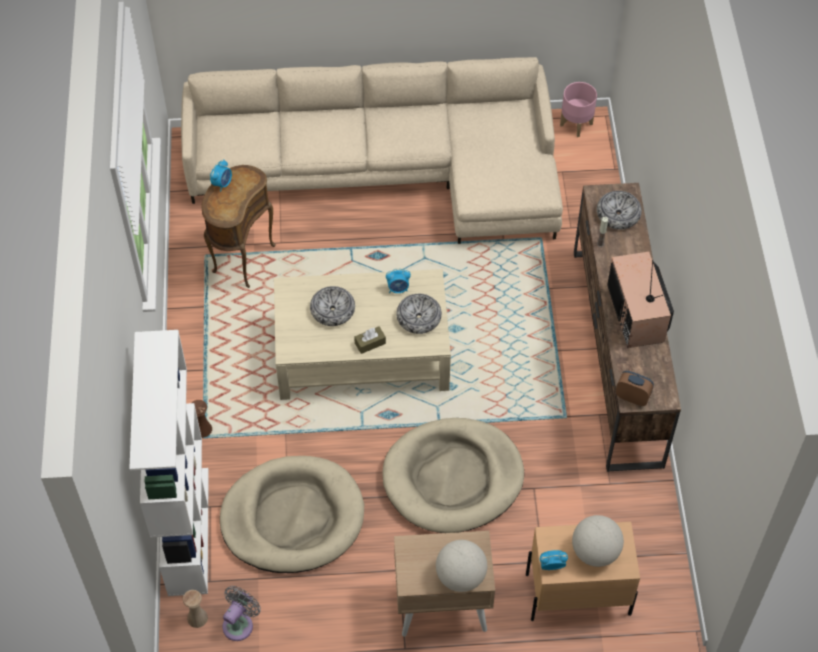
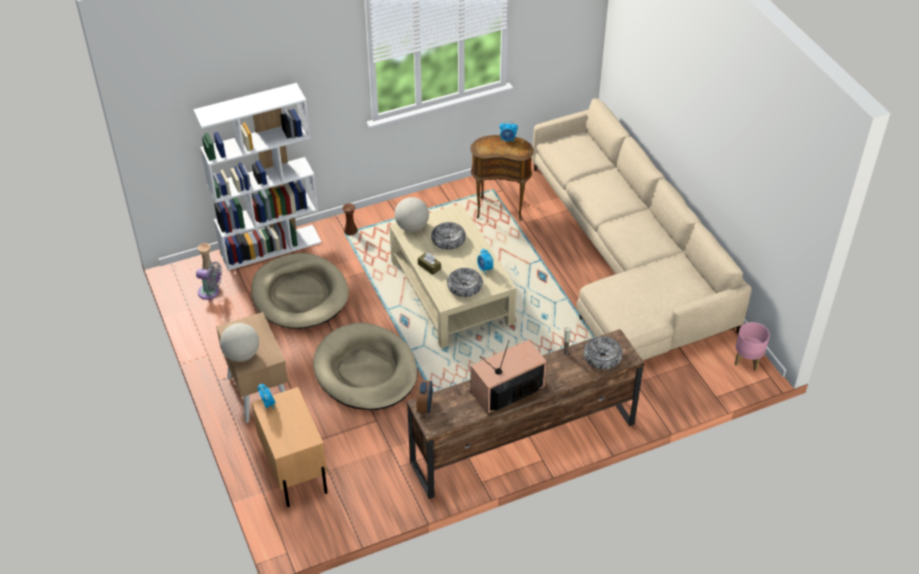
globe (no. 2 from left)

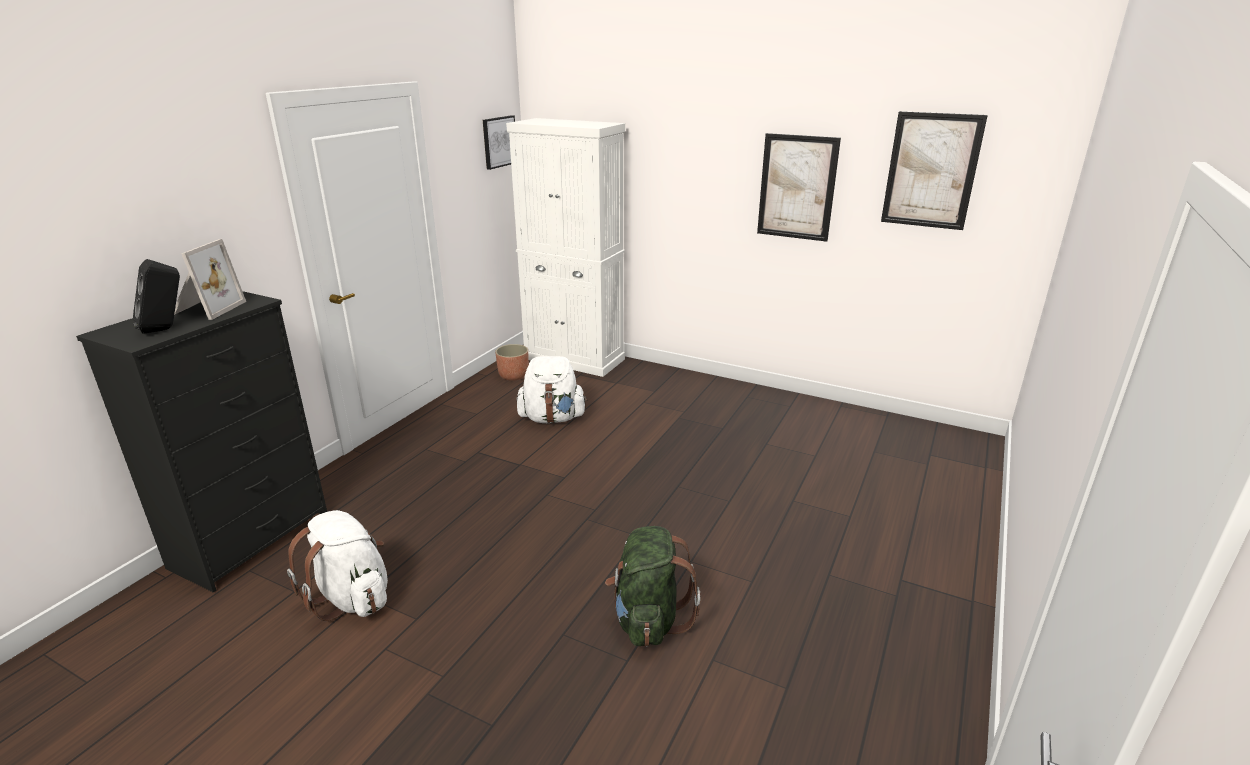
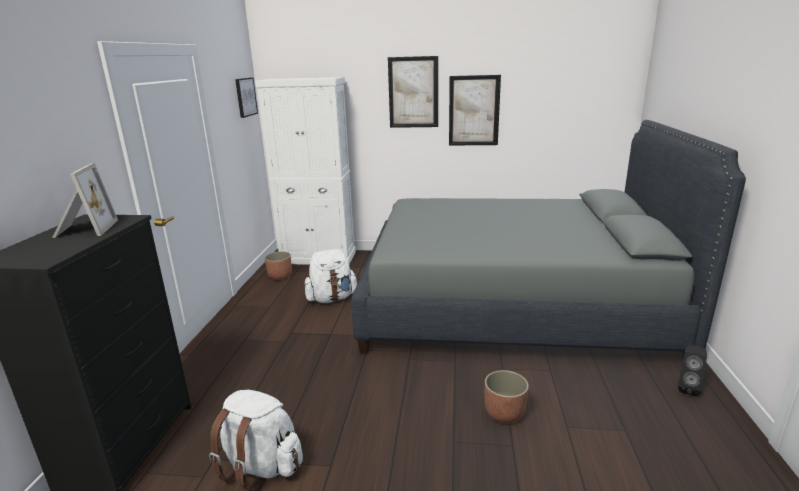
picture (no. 2 from left)
black speaker
planter (no. 2 from left)
grey bed

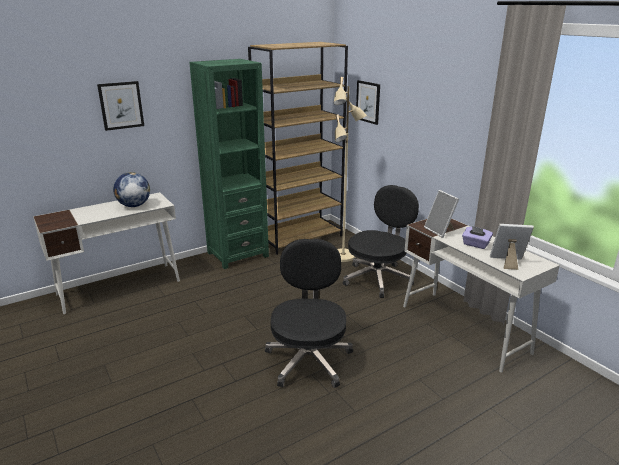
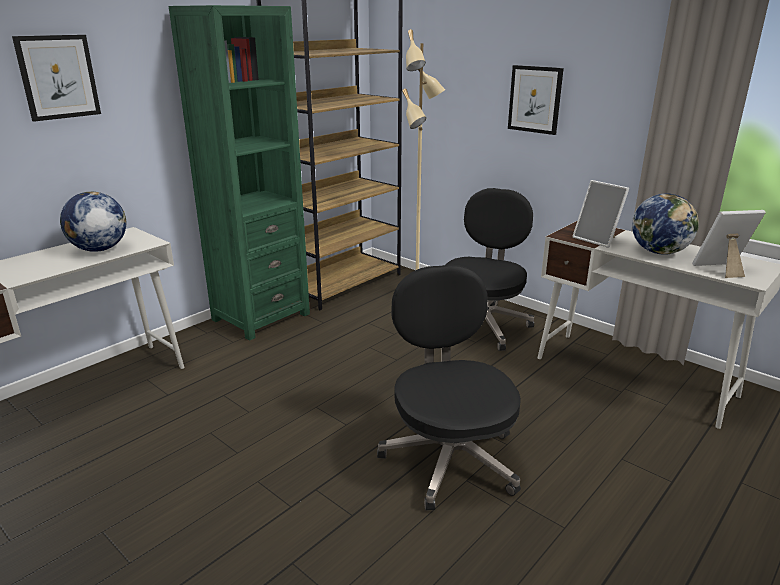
picture (no. 2 from left)
globe (no. 2 from left)

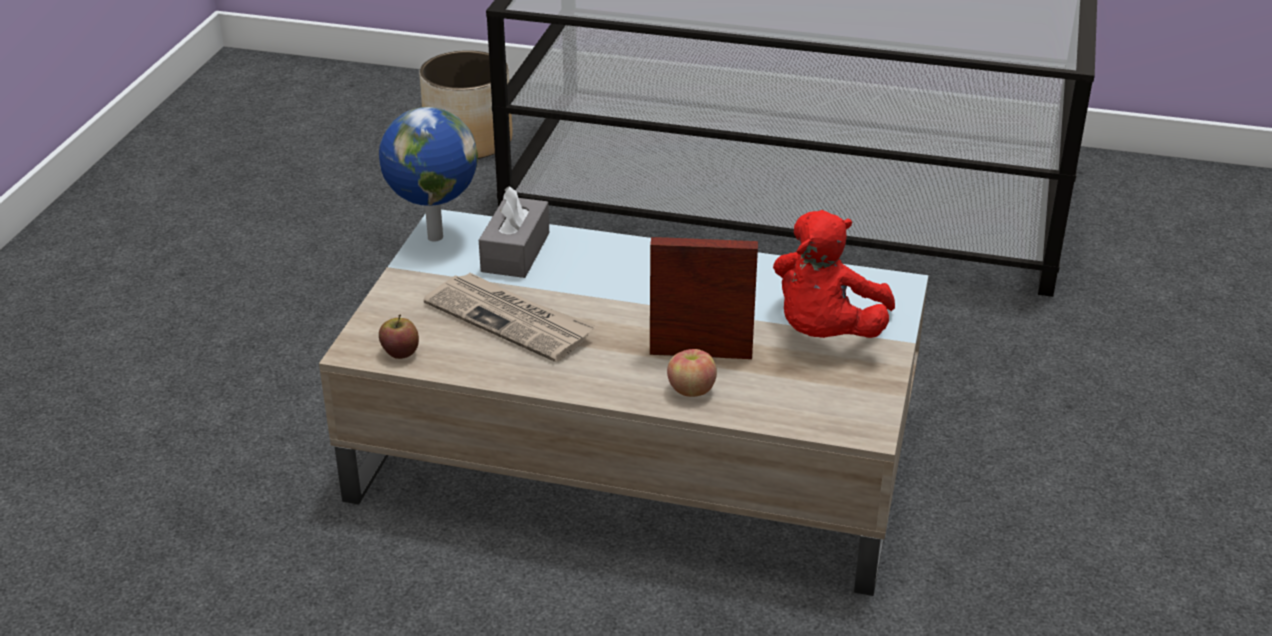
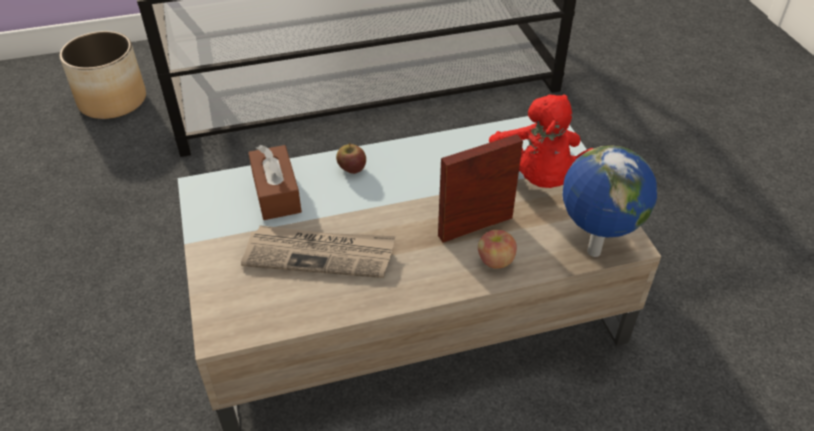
globe
brown tissue box
apple (no. 1 from left)

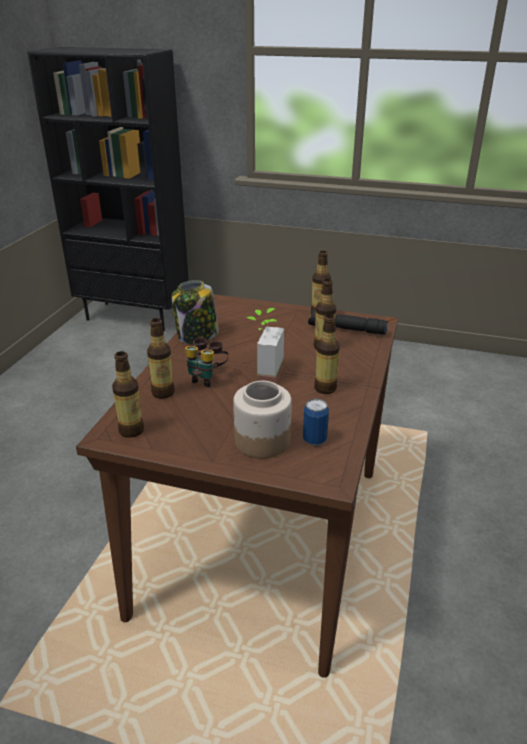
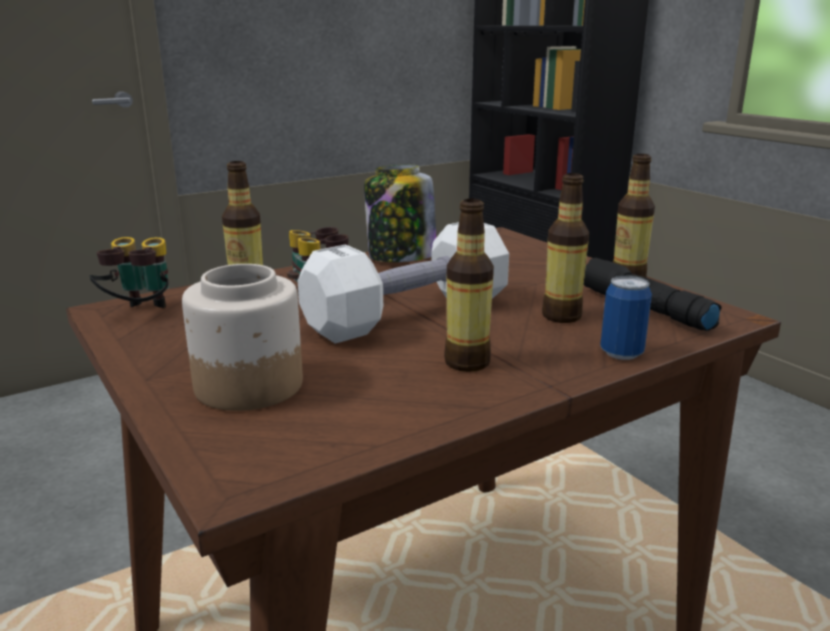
white dumbbell
binoculars (no. 1 from left)
can

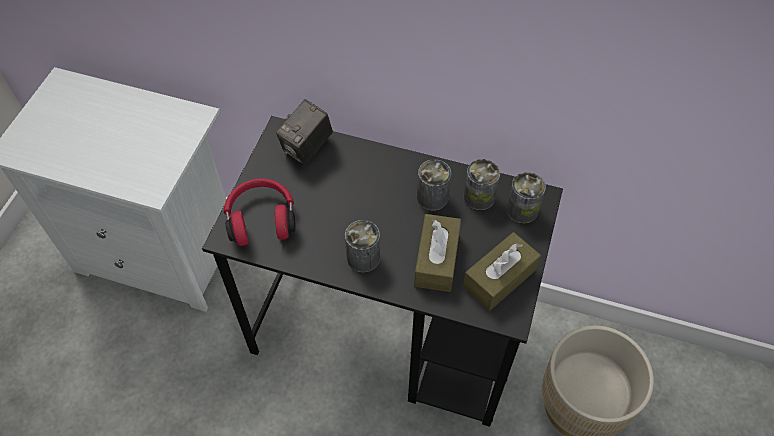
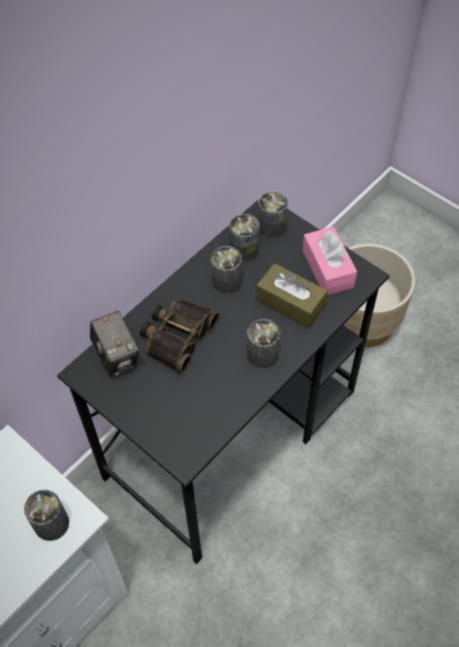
red headphones
pink tissue box
binoculars
can (no. 1 from left)

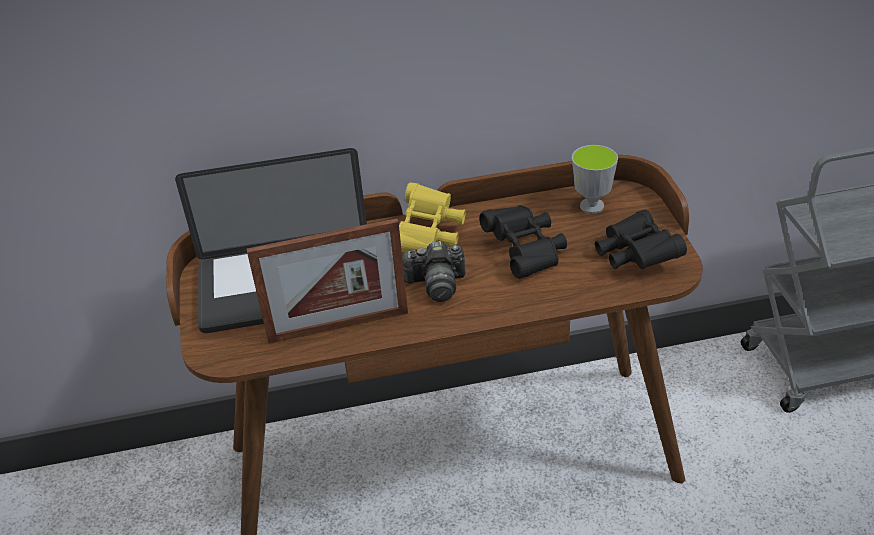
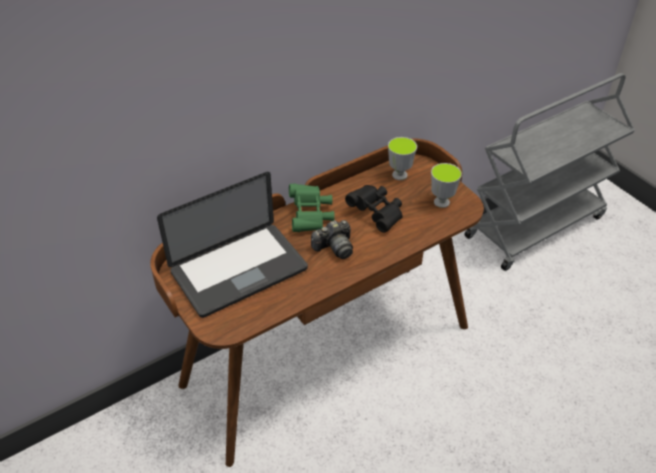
green binoculars
cup (no. 2 from left)
picture frame

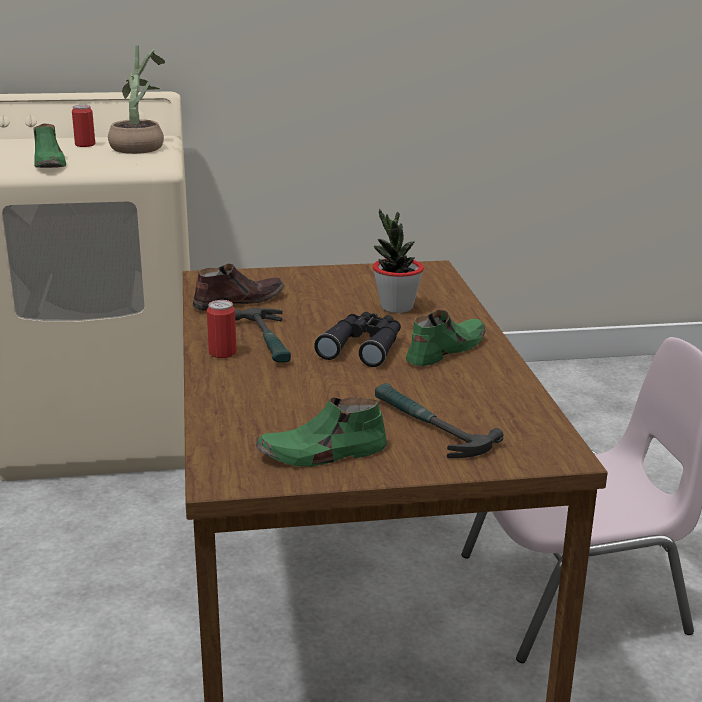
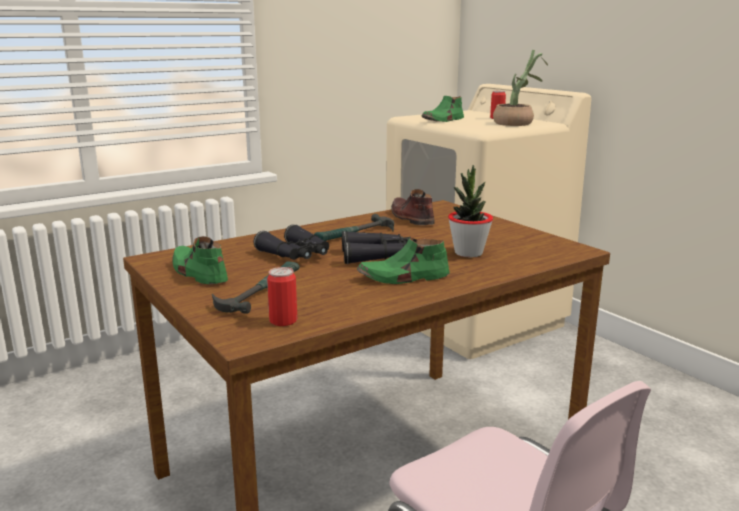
brown shoe
can (no. 1 from left)
green shoe (no. 2 from left)
black binoculars (no. 1 from left)

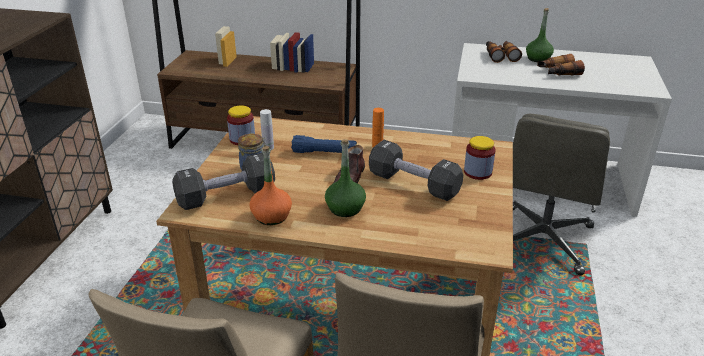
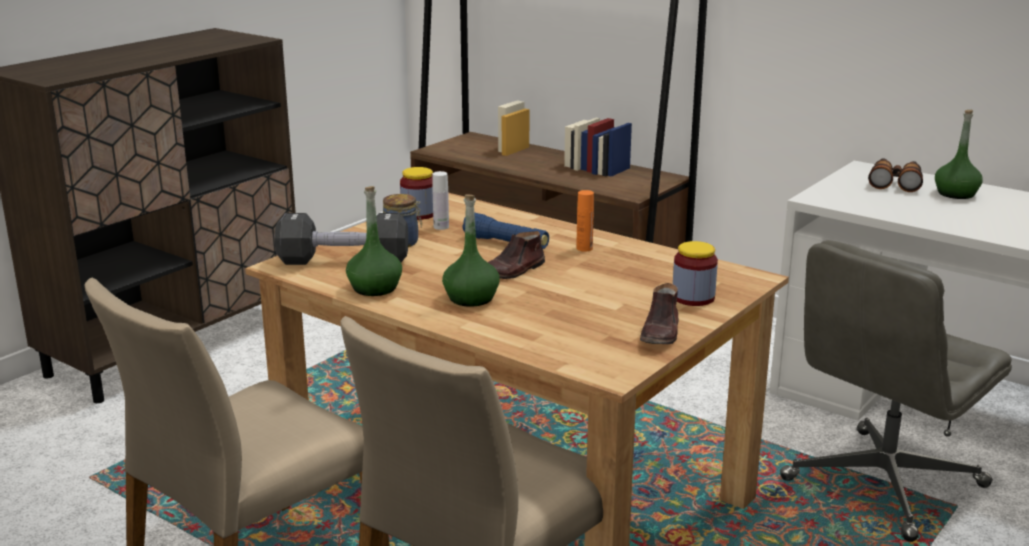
binoculars (no. 2 from left in the first image)
black dumbbell (no. 2 from left in the first image)
green bottle (no. 1 from left)
brown shoe (no. 2 from left)

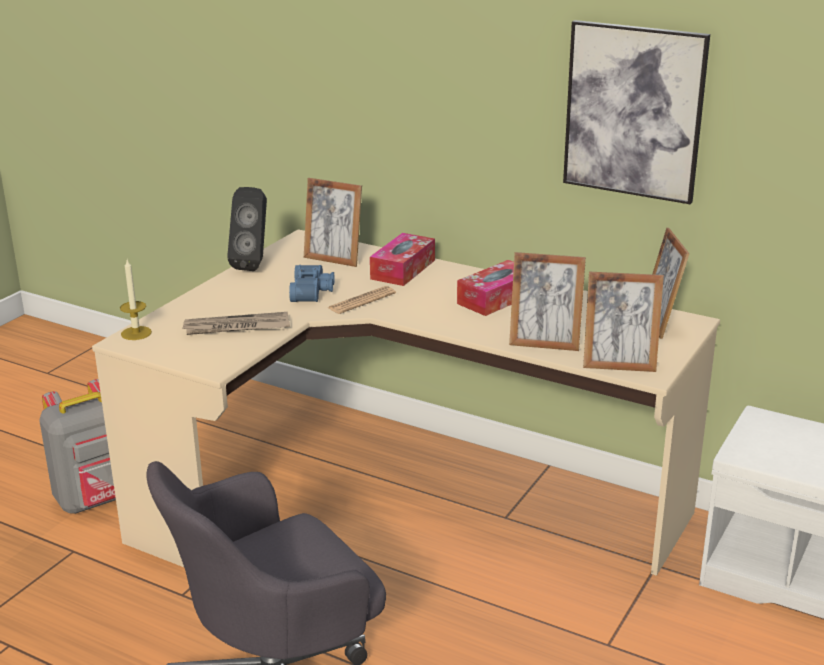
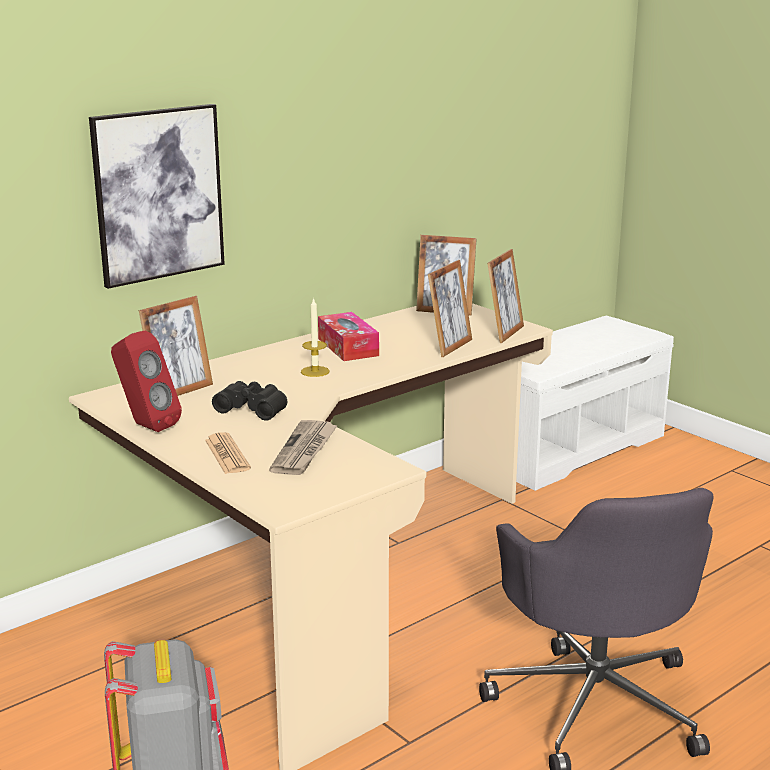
picture
red speaker
tissue box (no. 1 from left in the first image)
candle
black binoculars
newspaper (no. 1 from left)

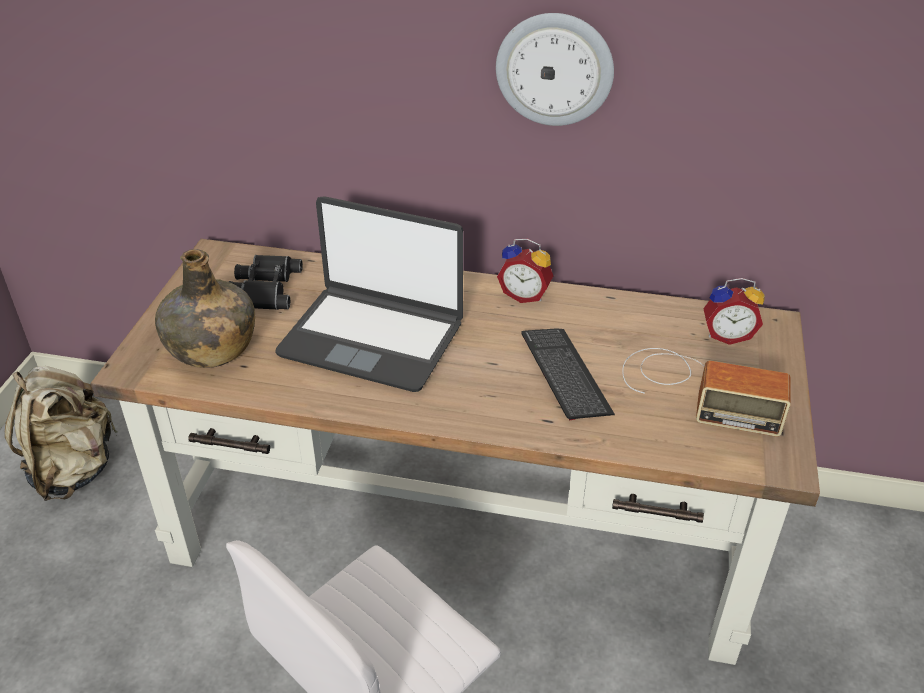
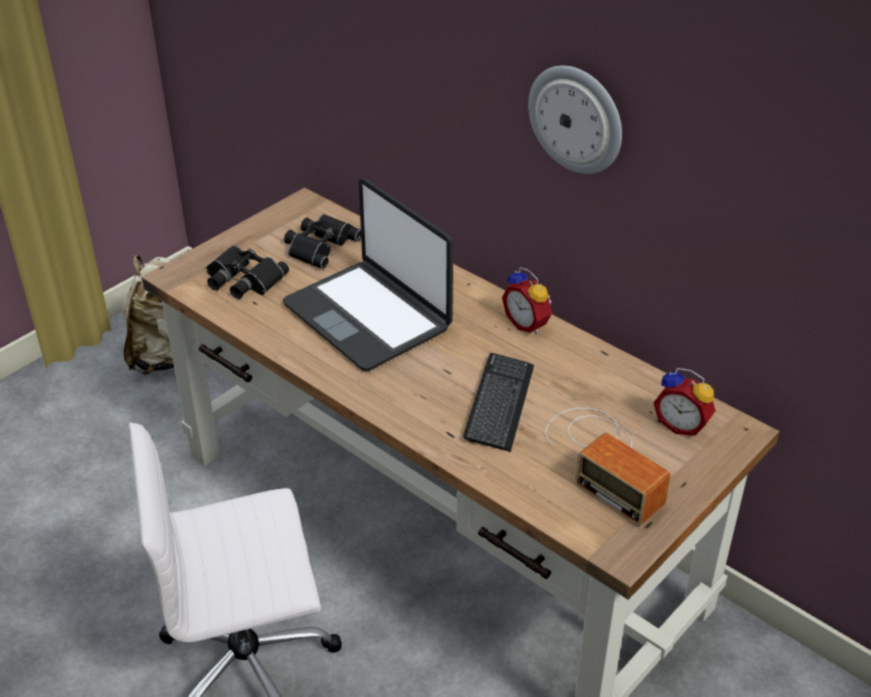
black binoculars (no. 1 from left)

